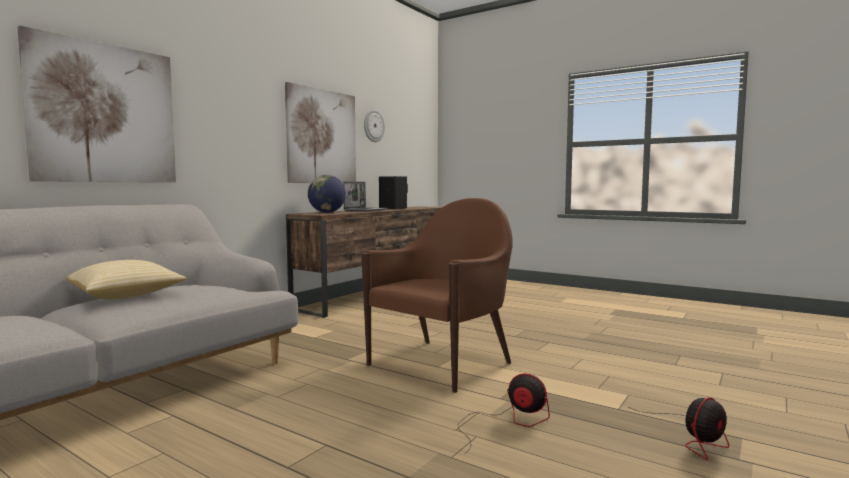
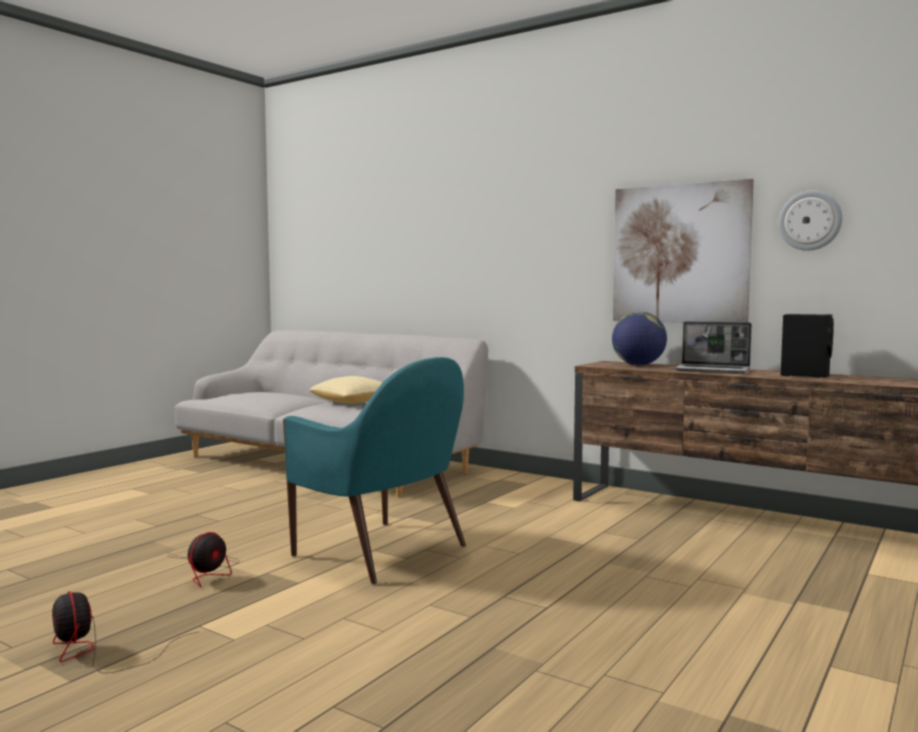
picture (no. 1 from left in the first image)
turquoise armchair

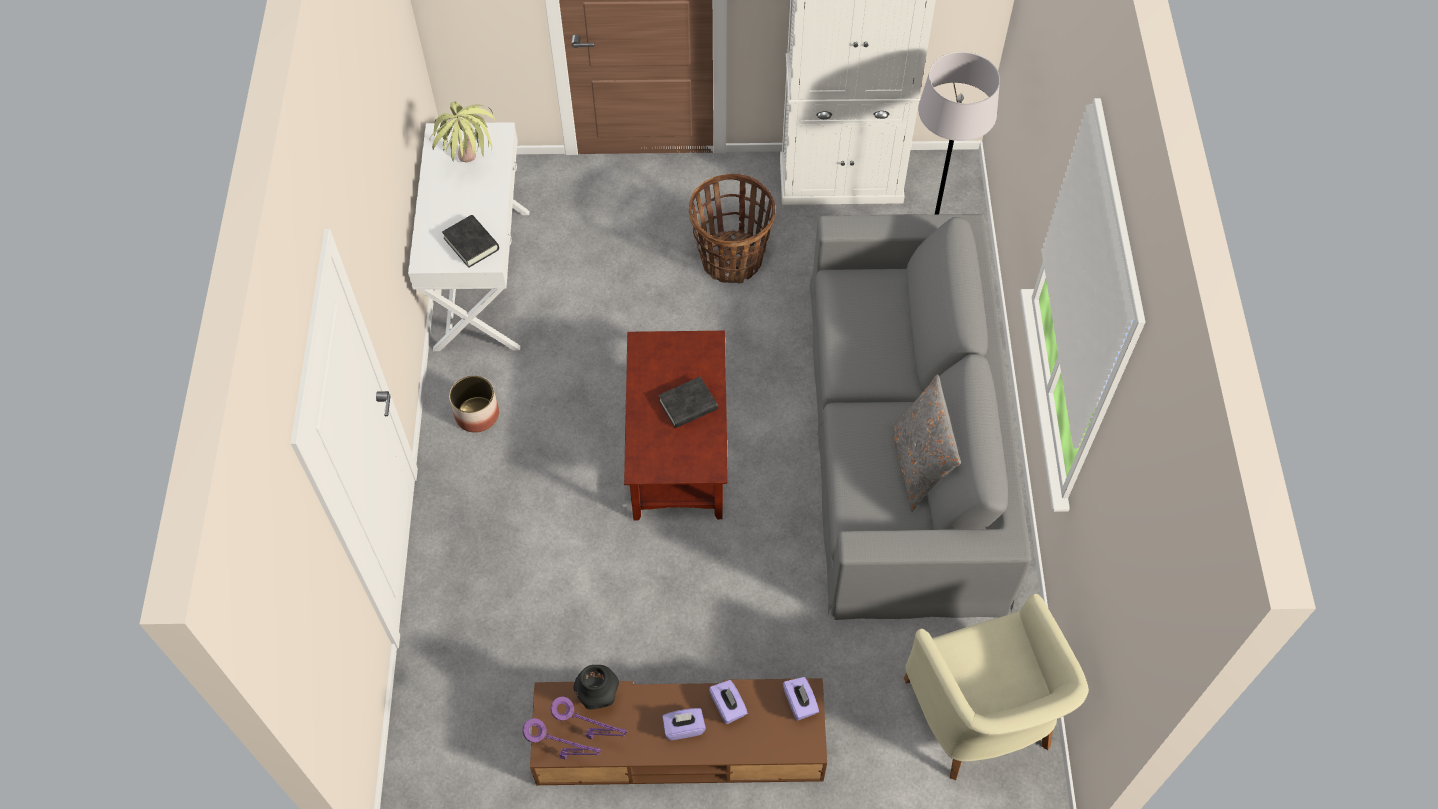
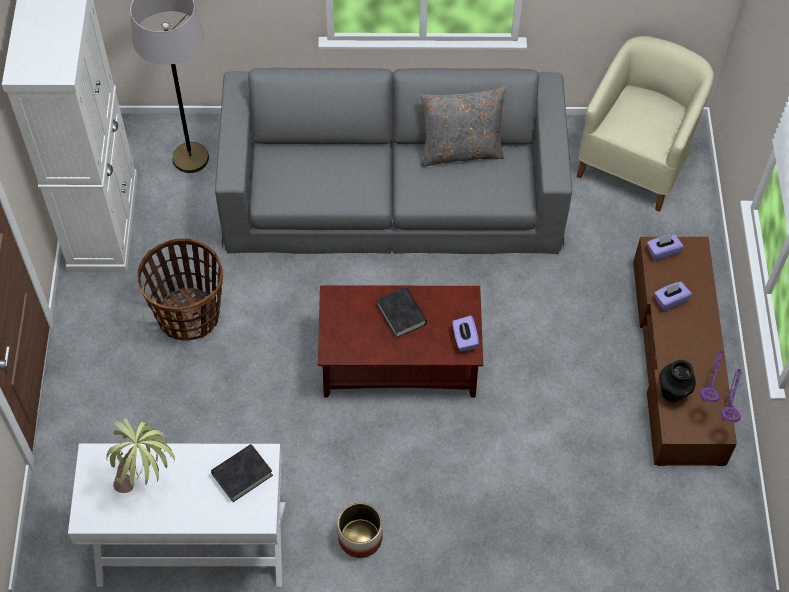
beige armchair
purple tissue box (no. 1 from left)

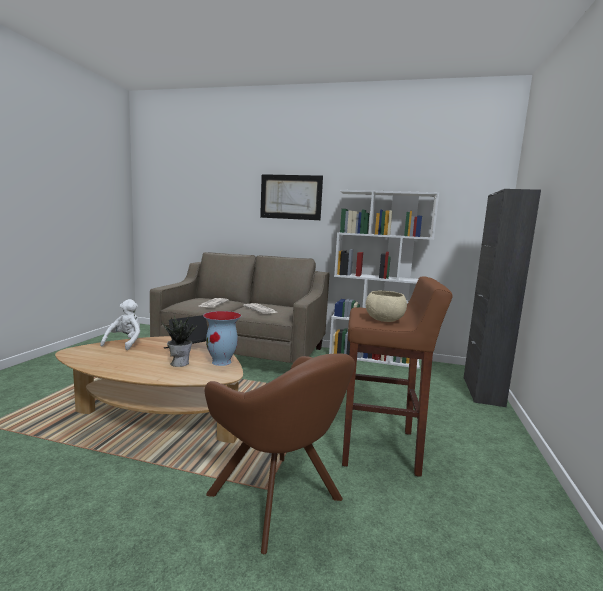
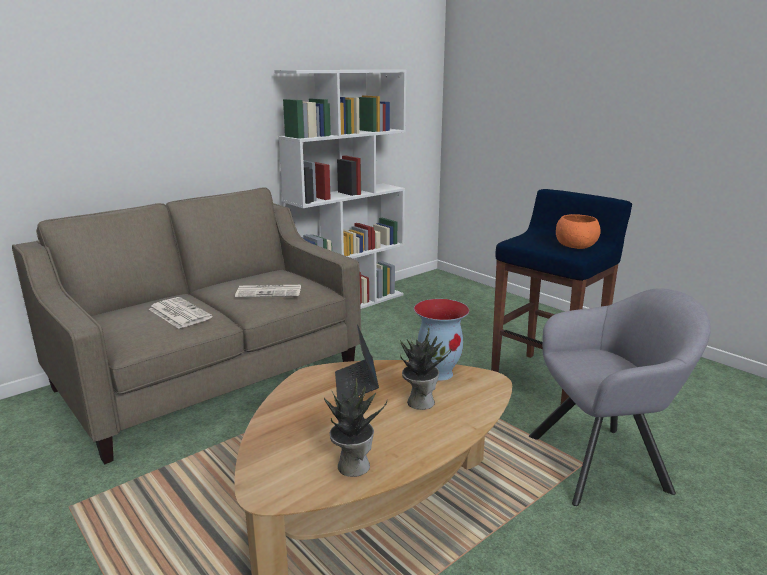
picture
black cabinet
blue stool
orange bowl
white plush toy
grey armchair
potted plant (no. 1 from left)

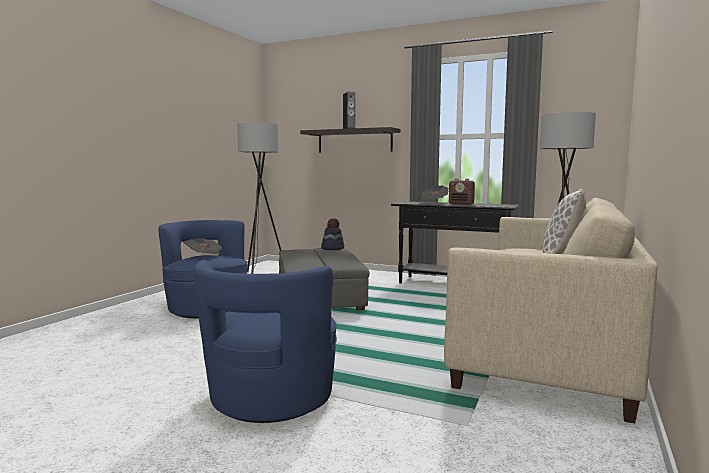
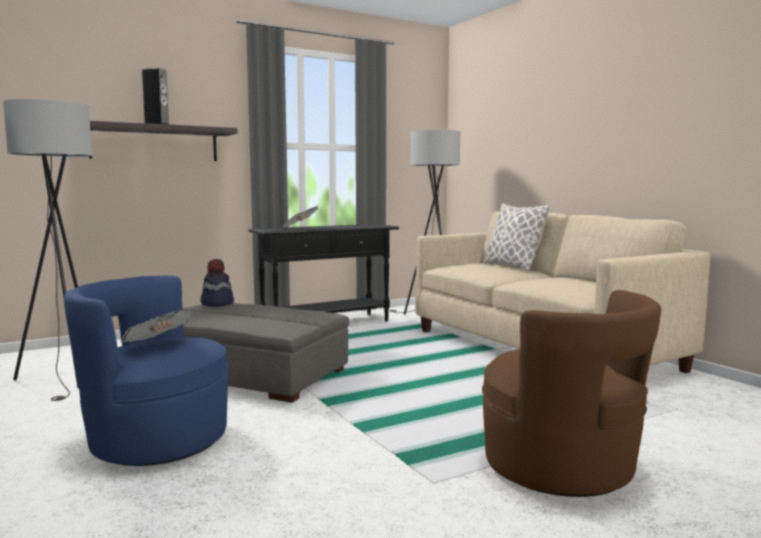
radio
brown armchair

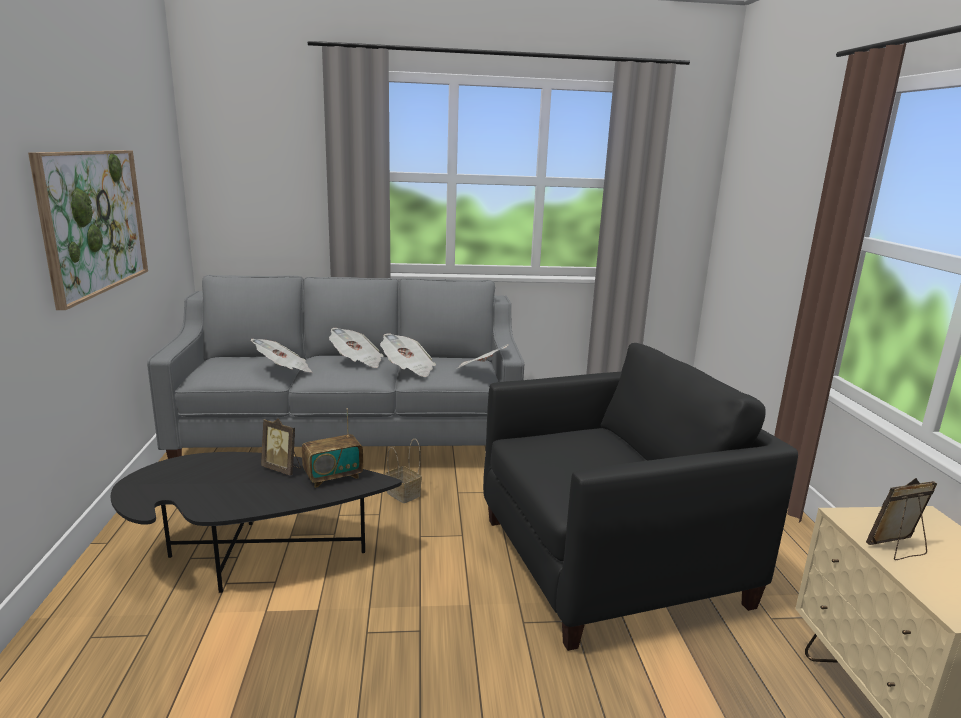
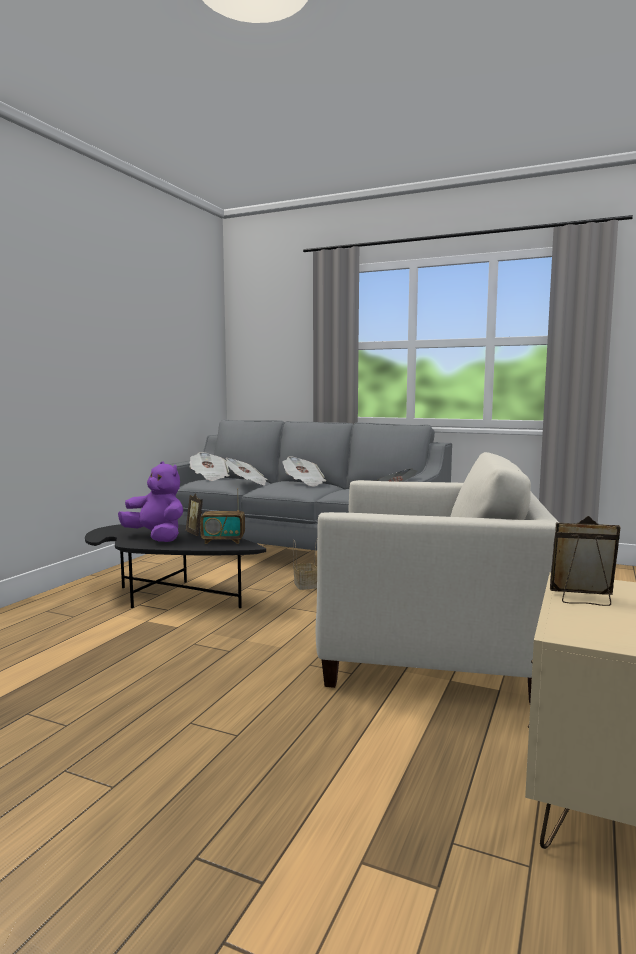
picture
newspaper (no. 1 from left)
beige armchair
purple plush toy

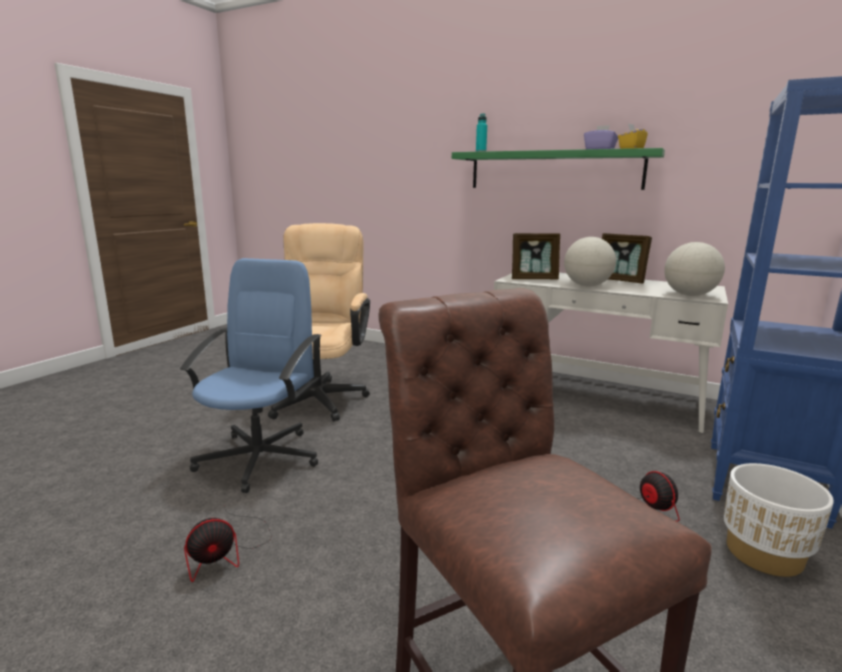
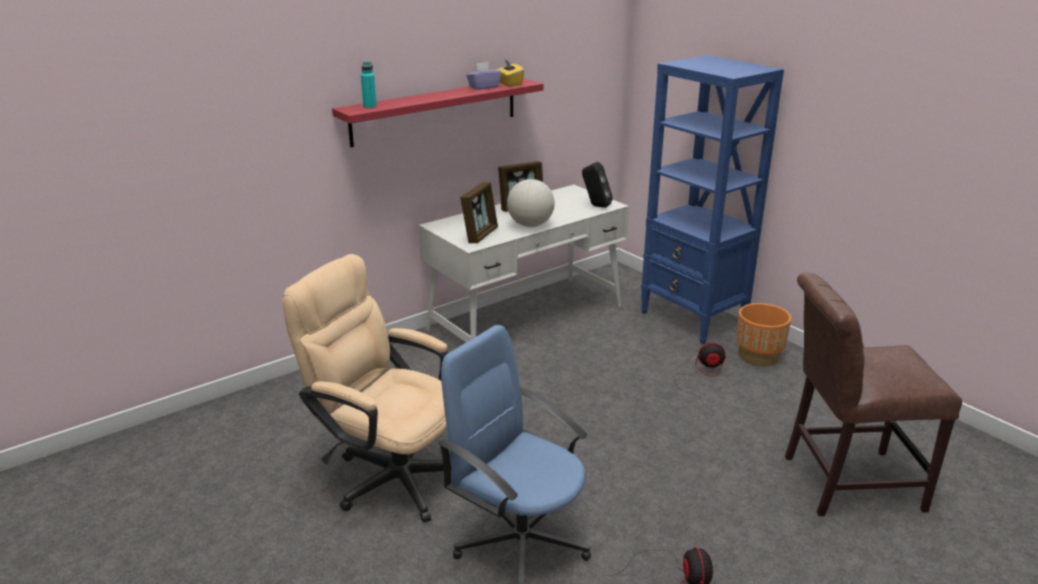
red shelf
black speaker
orange planter

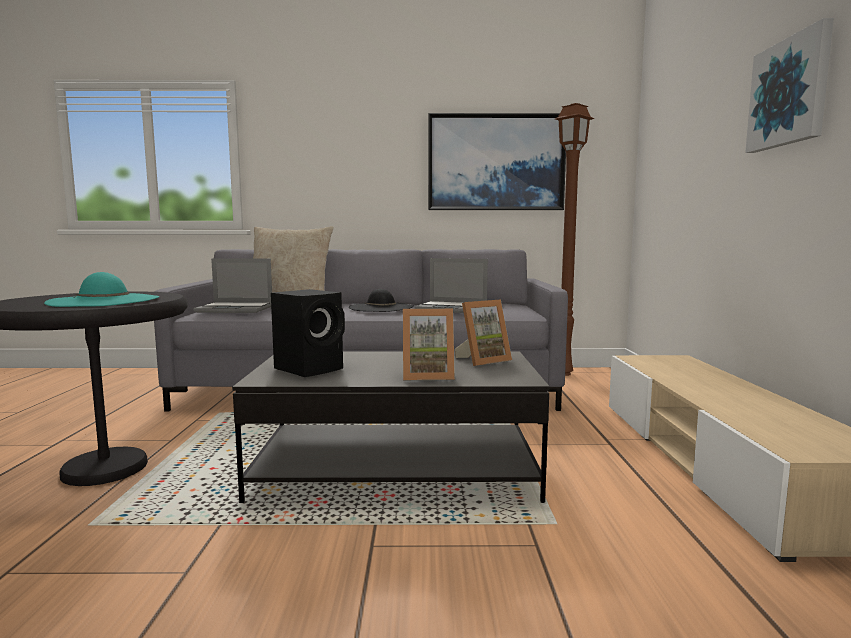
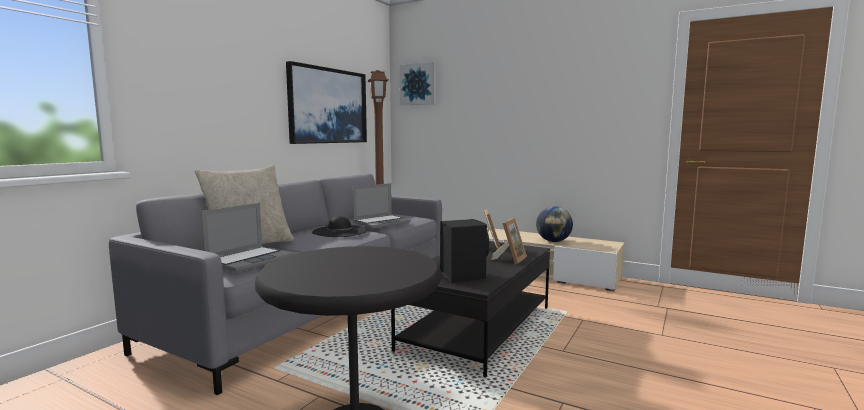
picture (no. 2 from left)
turquoise hat
globe

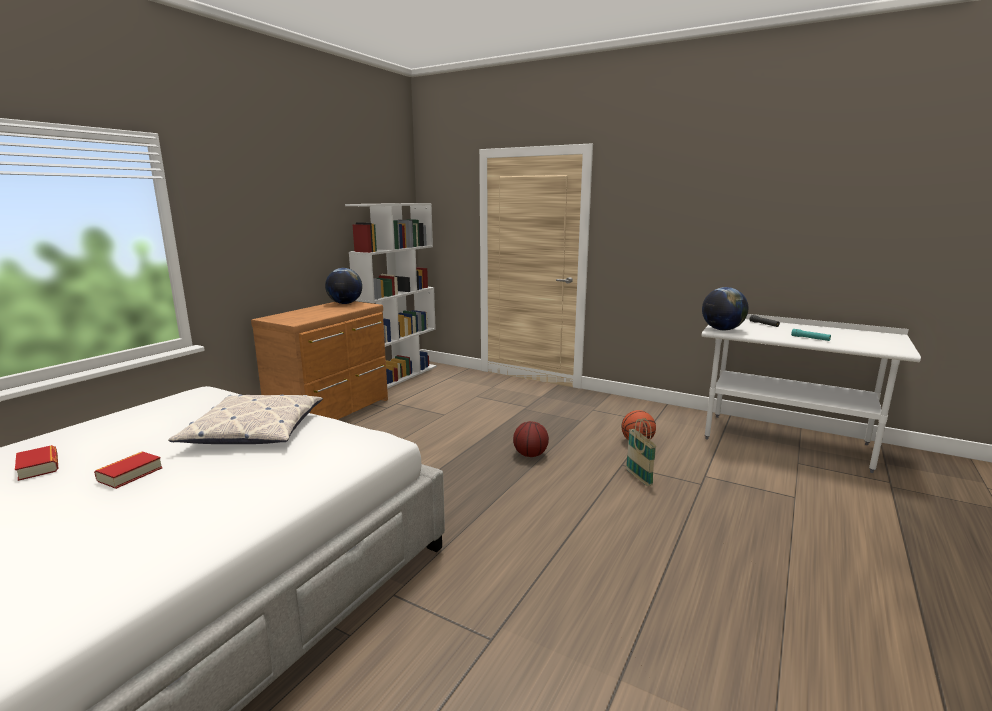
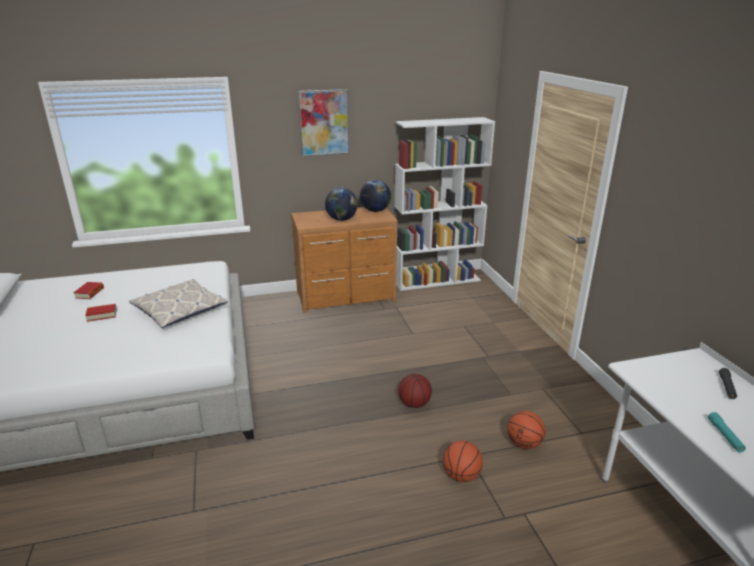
globe (no. 1 from left)
basketball (no. 2 from left)
picture

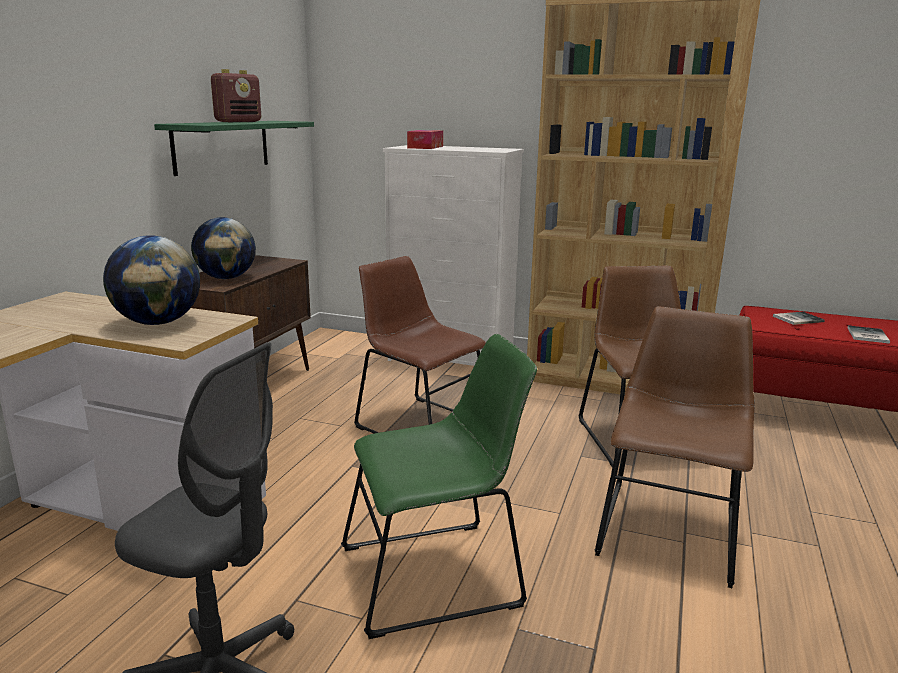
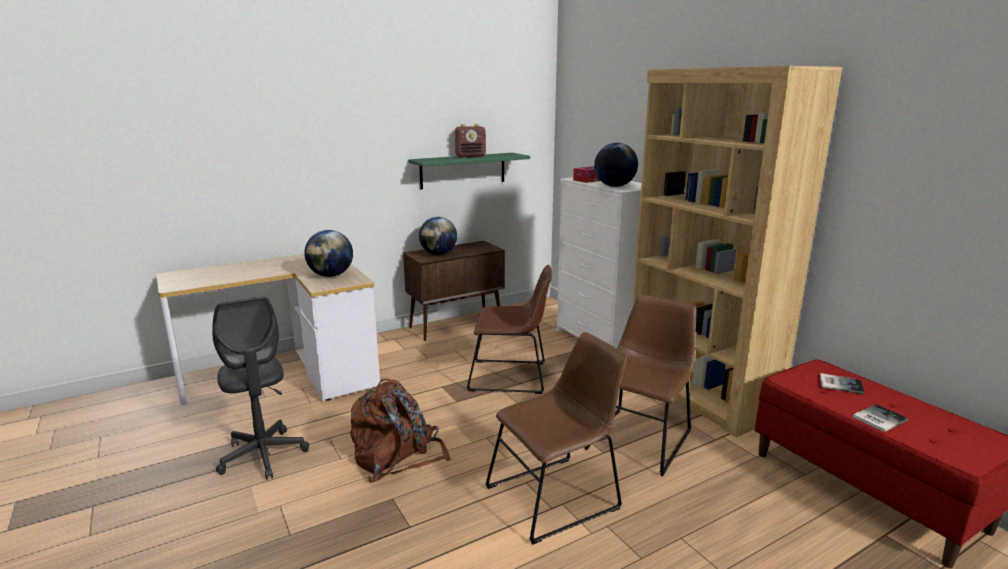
brown chair (no. 1 from left)
brown backpack
globe (no. 3 from left)

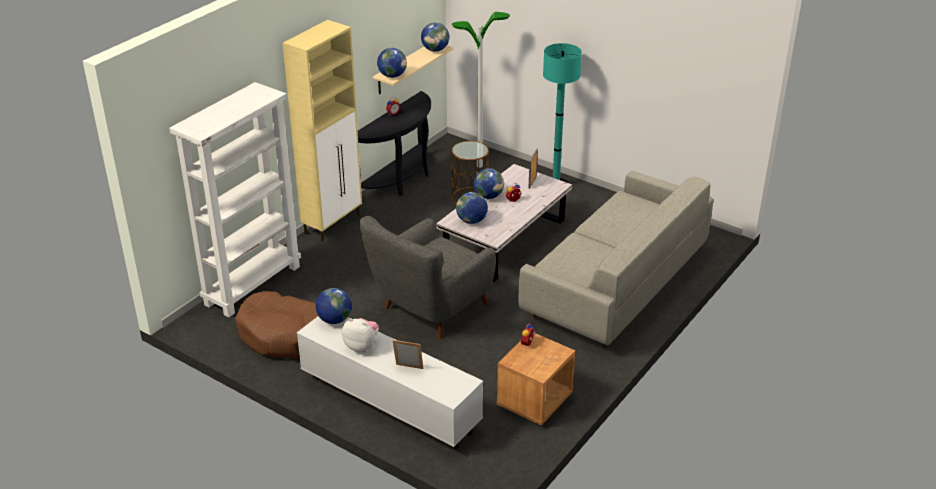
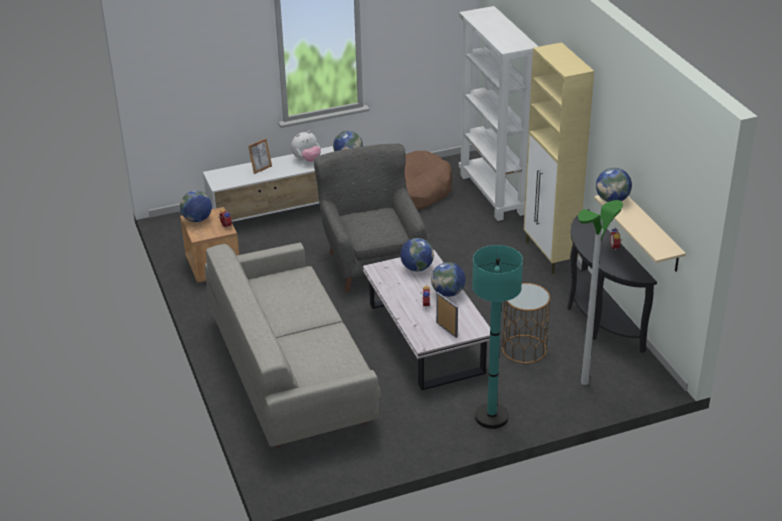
globe (no. 1 from left)

